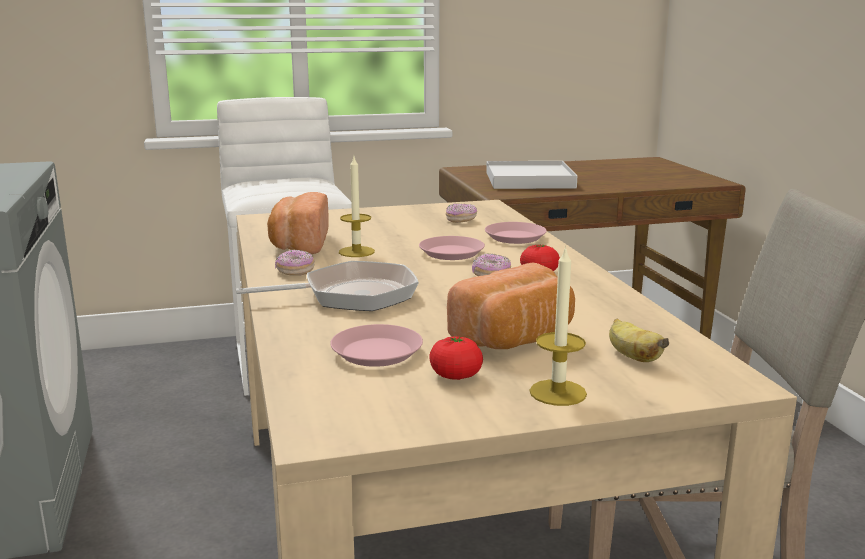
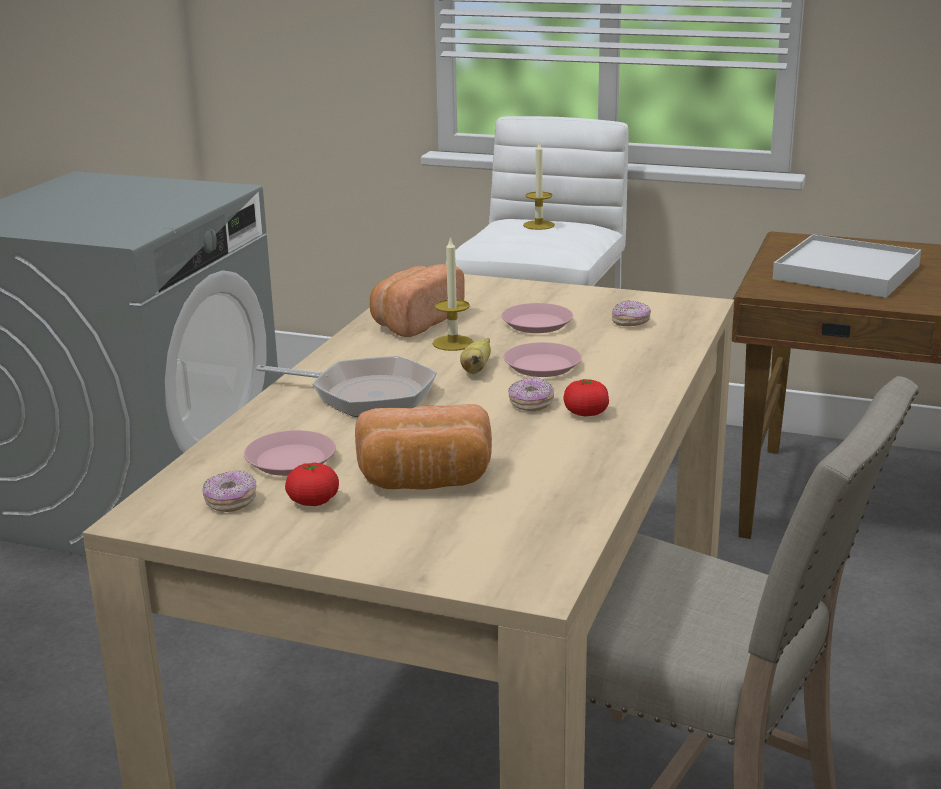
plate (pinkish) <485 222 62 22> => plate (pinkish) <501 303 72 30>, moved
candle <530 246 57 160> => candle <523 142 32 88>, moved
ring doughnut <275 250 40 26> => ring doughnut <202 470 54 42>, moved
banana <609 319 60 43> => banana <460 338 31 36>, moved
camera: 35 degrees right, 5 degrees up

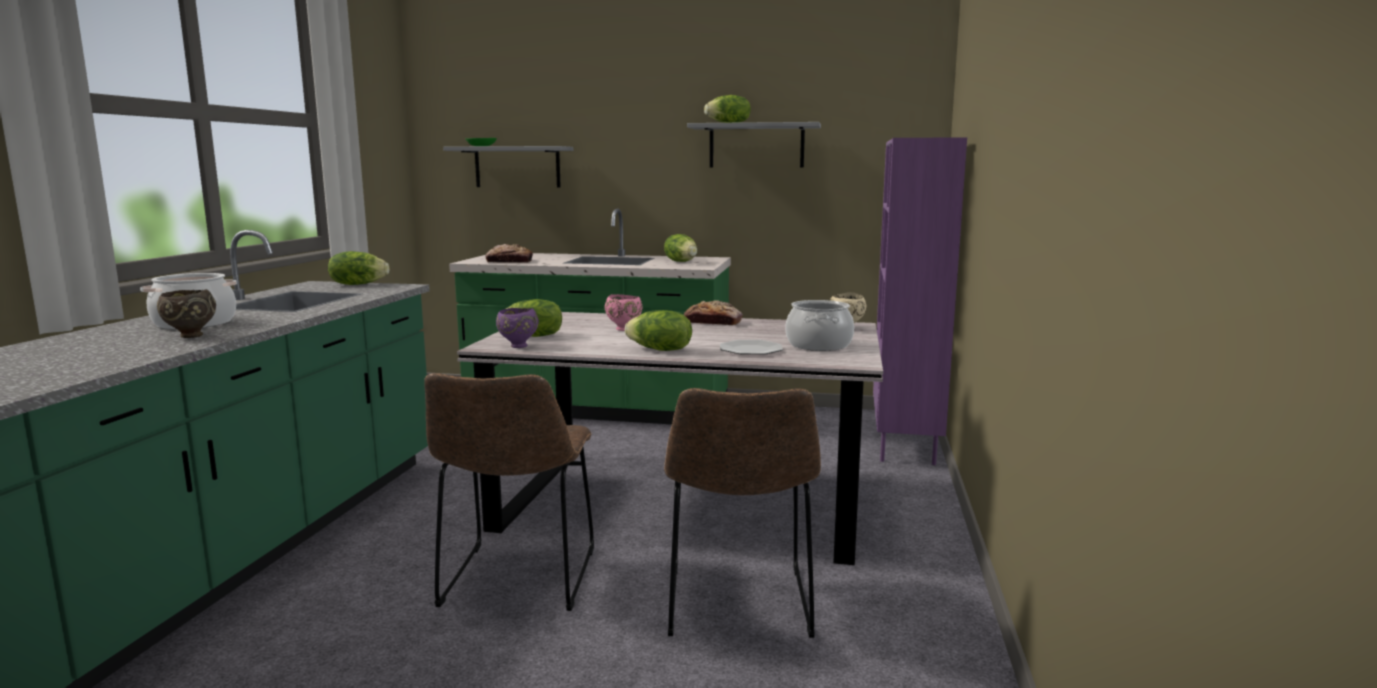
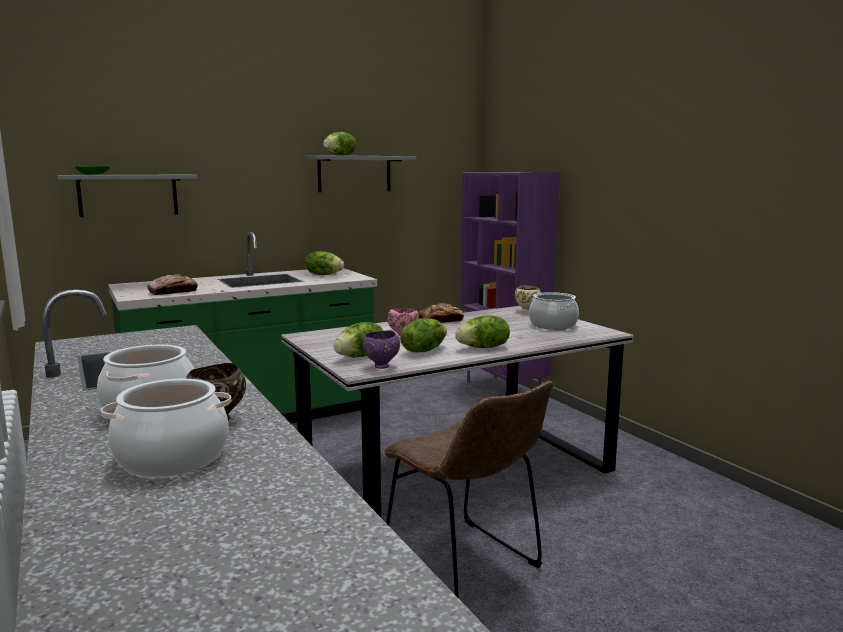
lettuce <328 251 62 34> => lettuce <400 318 47 35>, moved
plate <720 340 63 15> => nothing
plain chair (brown-coloured) <664 388 157 250> => nothing
nothing => stockpot <101 379 130 98>
camera: 40 degrees left, 0 degrees up

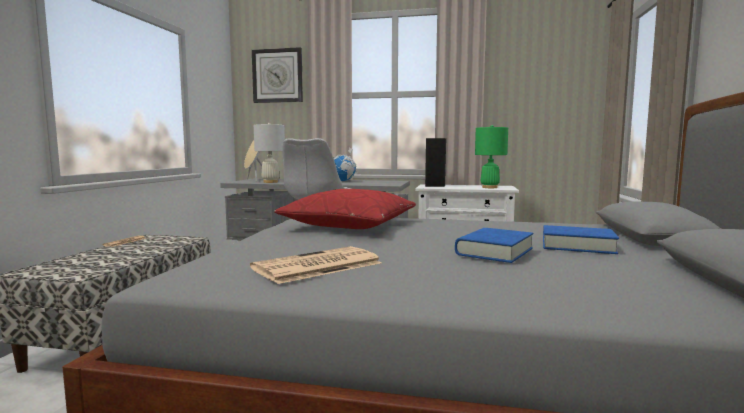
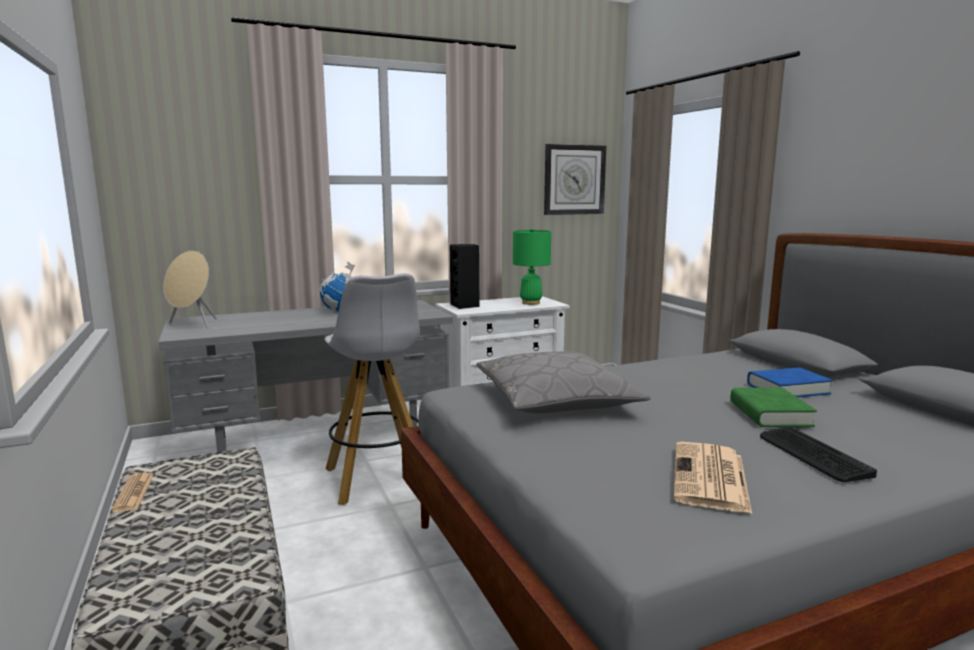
clock on the wall <252 47 51 56> => clock on the wall <544 144 62 71>, moved
lamp for a table (white) <254 123 31 60> => nothing
throw pillow (red) <274 189 142 40> => throw pillow (grey) <477 351 174 62>
bound book (blue) <455 228 78 35> => bound book (green) <730 388 87 39>
nothing => computer keyboard <760 427 117 55>
camera: 35 degrees left, 5 degrees up

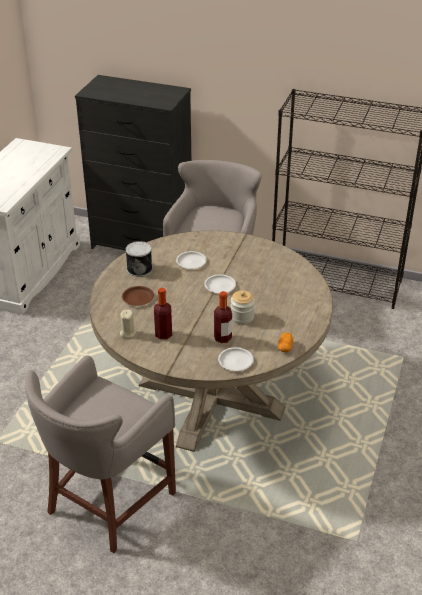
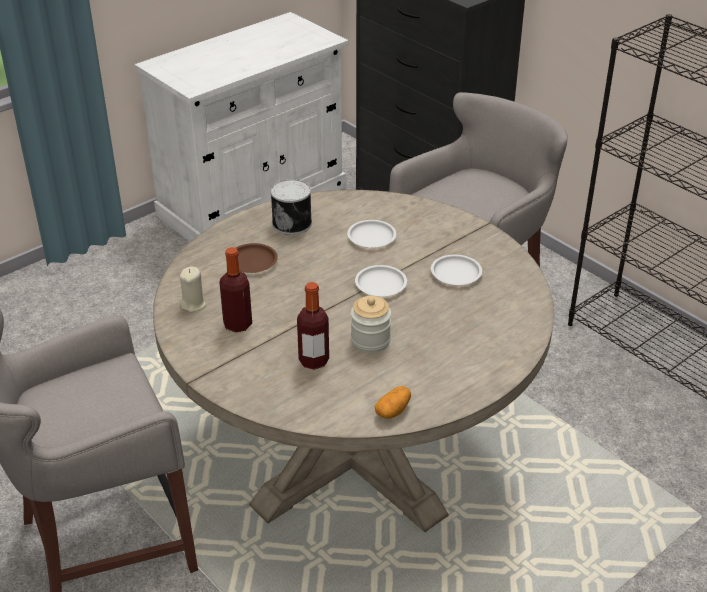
plate (white) <218 347 36 24> => plate (white) <431 255 51 30>, moved
camera: 30 degrees right, 0 degrees up

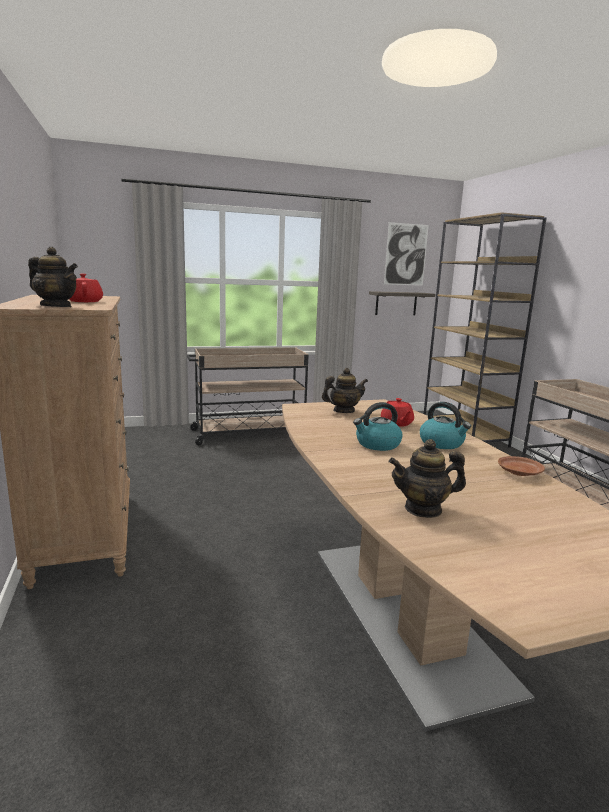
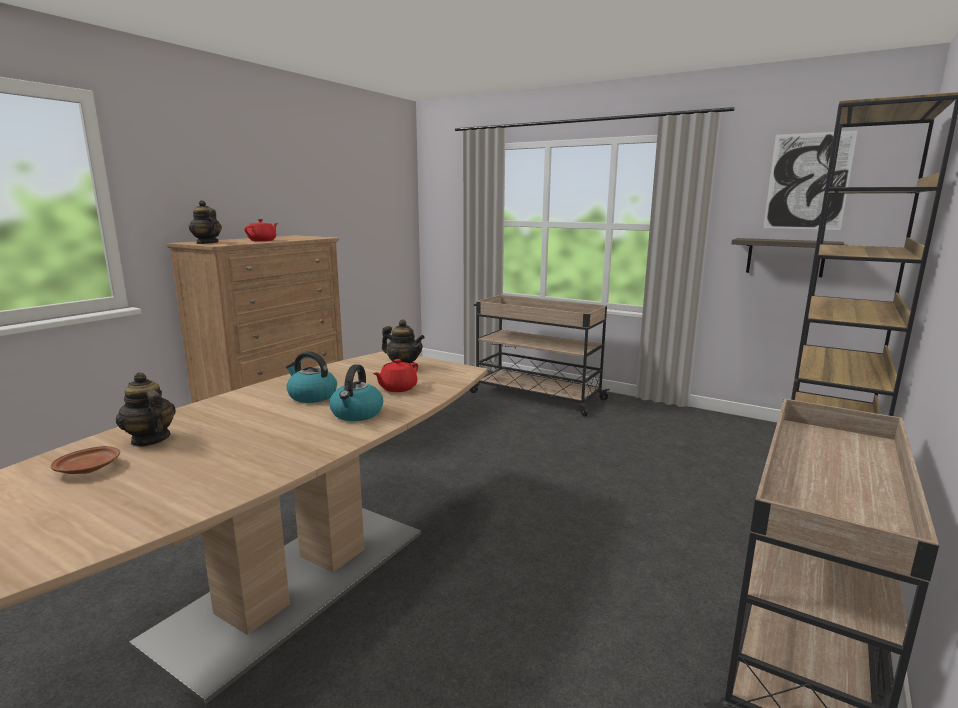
pot for tea <28 247 50 60> => pot for tea <189 200 33 44>, 150 degrees clockwise
plate (brown-coloured) <498 456 47 20> => plate (brown-coloured) <51 446 69 28>, moved
camera: 50 degrees right, 0 degrees up

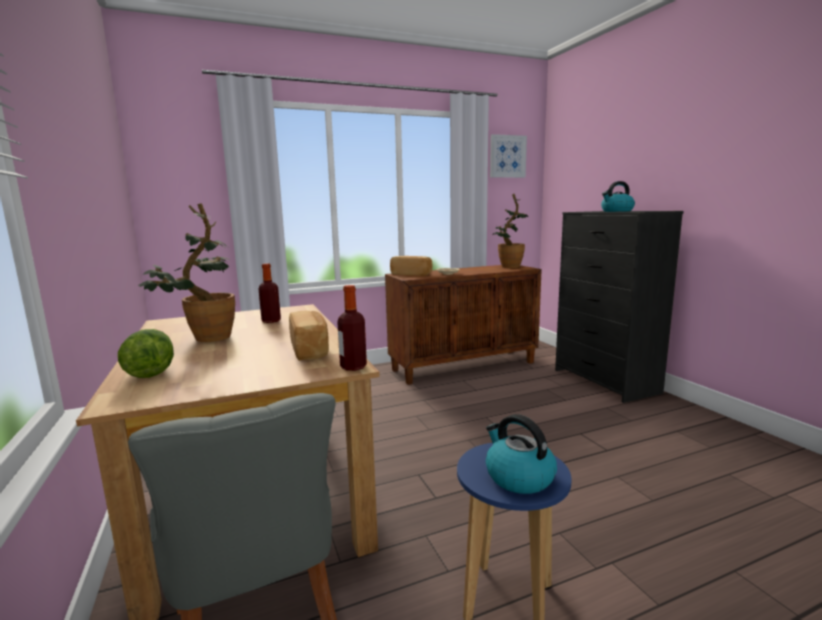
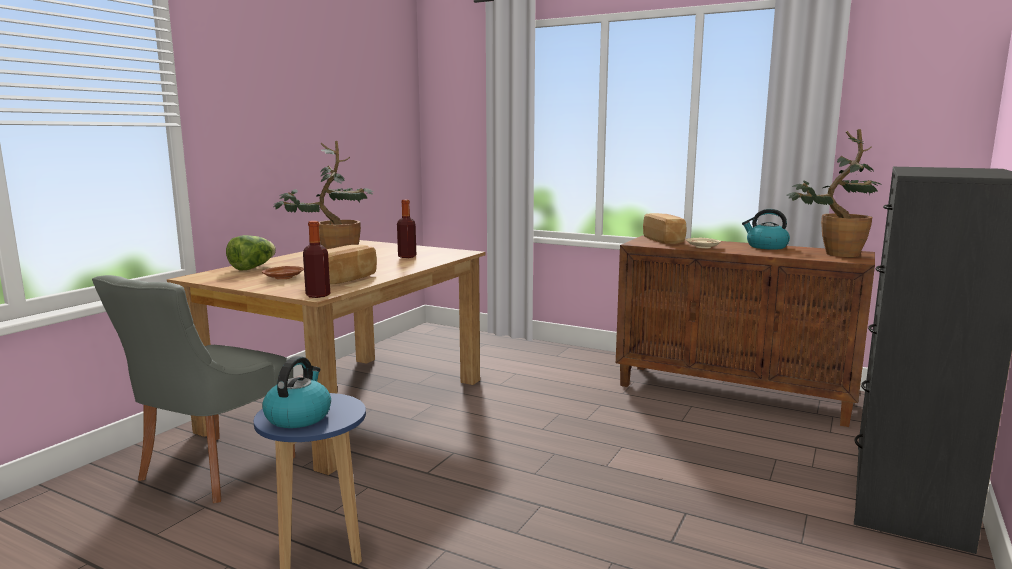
picture <490 134 37 44> => nothing
kettle <601 181 34 31> => kettle <742 209 48 41>, moved
nothing => plate (brown-coloured) <262 266 42 13>
camera: 50 degrees right, 0 degrees up

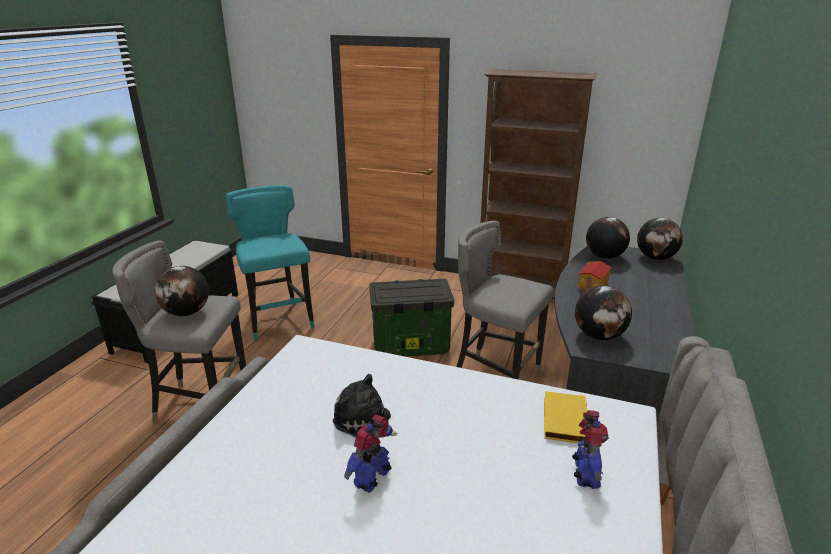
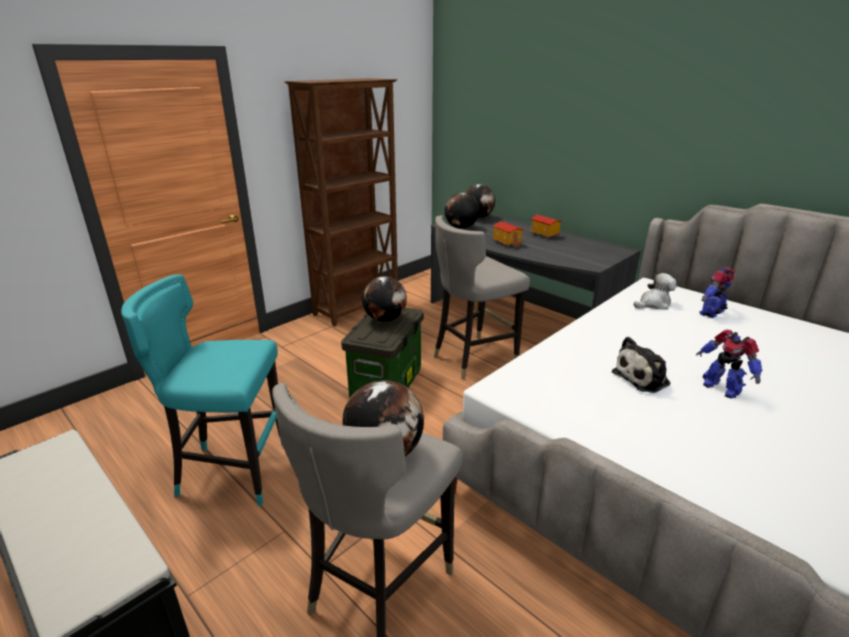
globe <575 285 57 55> => globe <362 276 45 46>, moved
bound book (yellowish) <544 391 43 52> => cuddly toy <634 273 43 37>
toy robot <572 410 37 79> => toy robot <699 267 36 51>, 75 degrees counterclockwise
nothing => miniature house <531 215 31 24>
camera: 65 degrees left, 0 degrees up

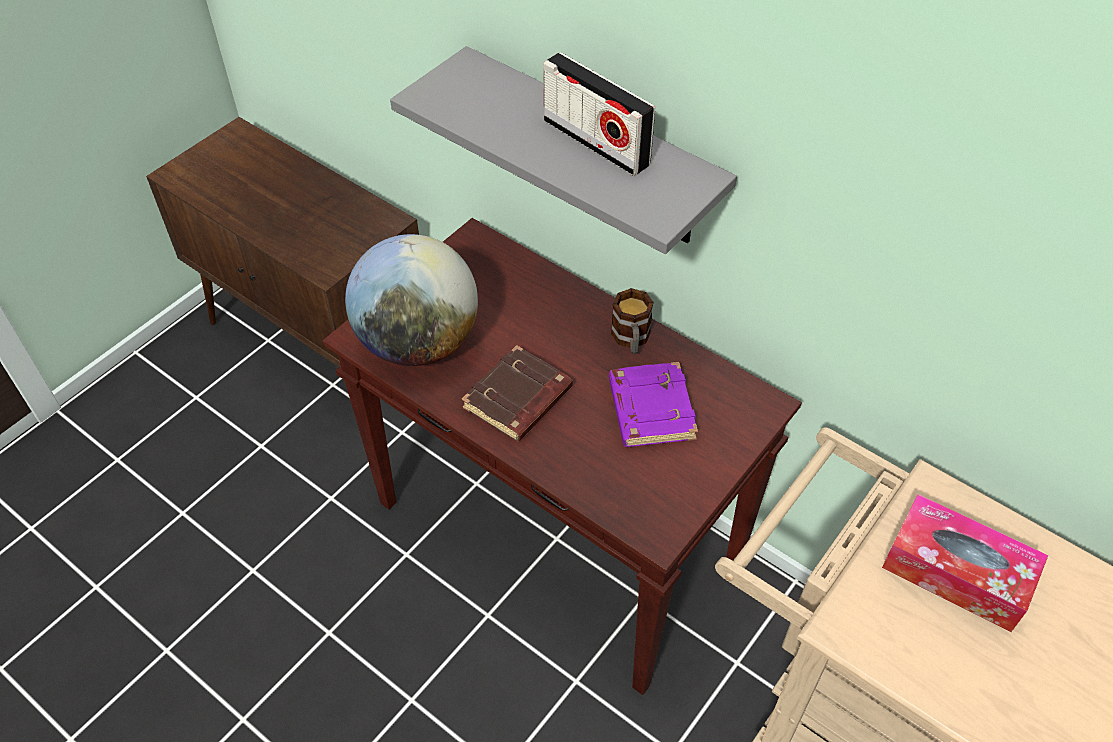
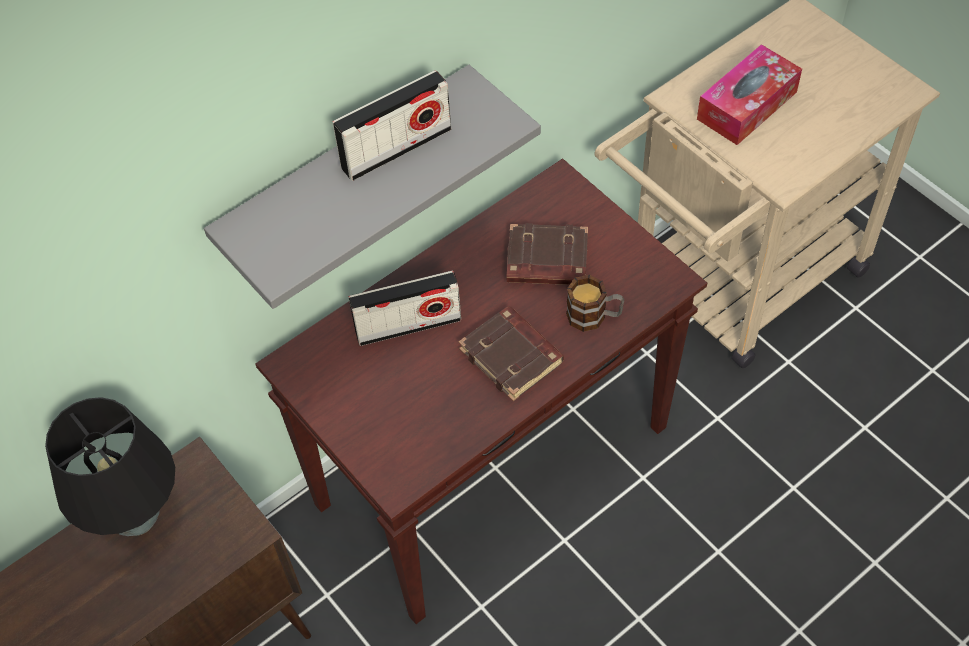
globe <345 234 133 132> => nothing
coffee mug <611 288 43 66> => coffee mug <566 275 58 57>, moved
bound book (purple) <609 362 89 85> => bound book (brown-coloured) <507 223 81 62>
nothing => radio set <349 271 112 75>
nothing => lamp for a table (black) <45 397 130 139>
camera: 75 degrees left, 5 degrees up

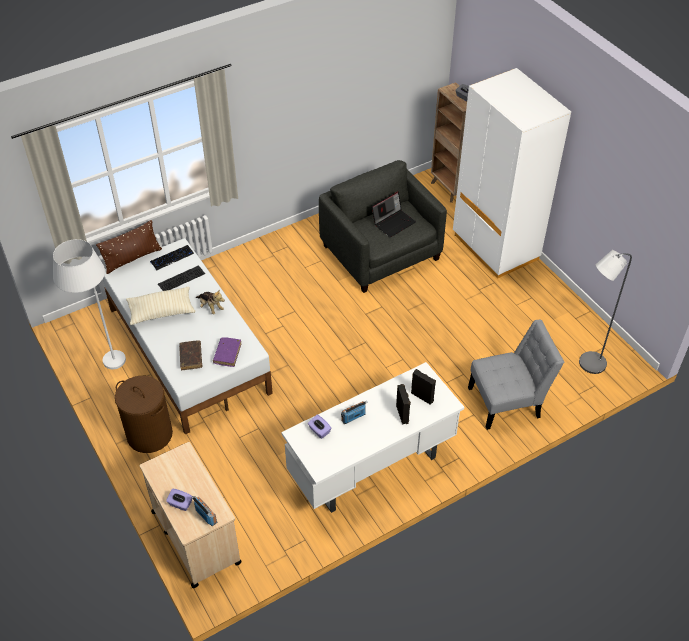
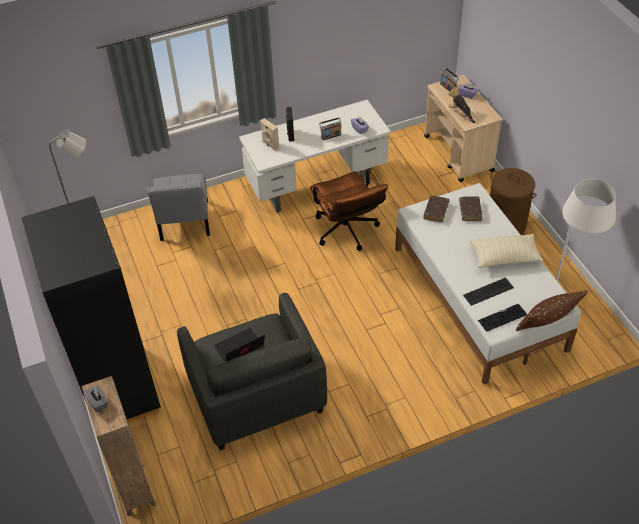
armoire (white) <453 68 118 211> => armoire (black) <21 196 140 226>
cuddly toy <196 289 29 25> => cuddly toy <448 86 28 37>, moved
plain chair (grey) <468 320 96 110> => plain chair (grey) <147 174 63 67>, 90 degrees counterclockwise
bound book (purple) <213 337 28 30> => bound book (brown-coloured) <423 195 27 27>
speaker (black) <411 369 25 36> => speaker (beige) <260 118 19 33>
nothing => office chair (brown-coloured) <310 169 78 82>
camera: 170 degrees left, 0 degrees up

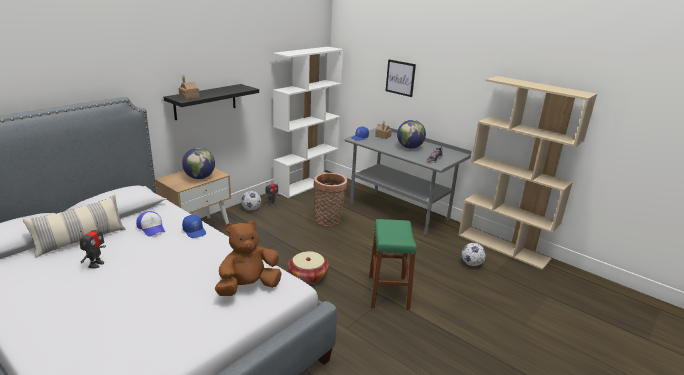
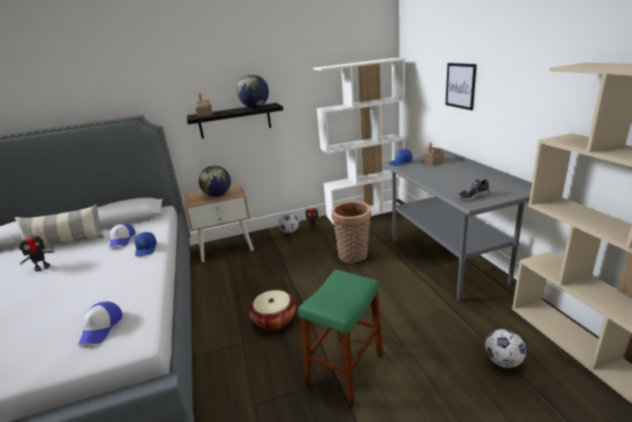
globe <397 120 29 29> => globe <237 75 32 33>, moved
cuddly toy (brown-coloured) <215 220 67 76> => cap <78 302 45 43>
camera: 35 degrees right, 0 degrees up

